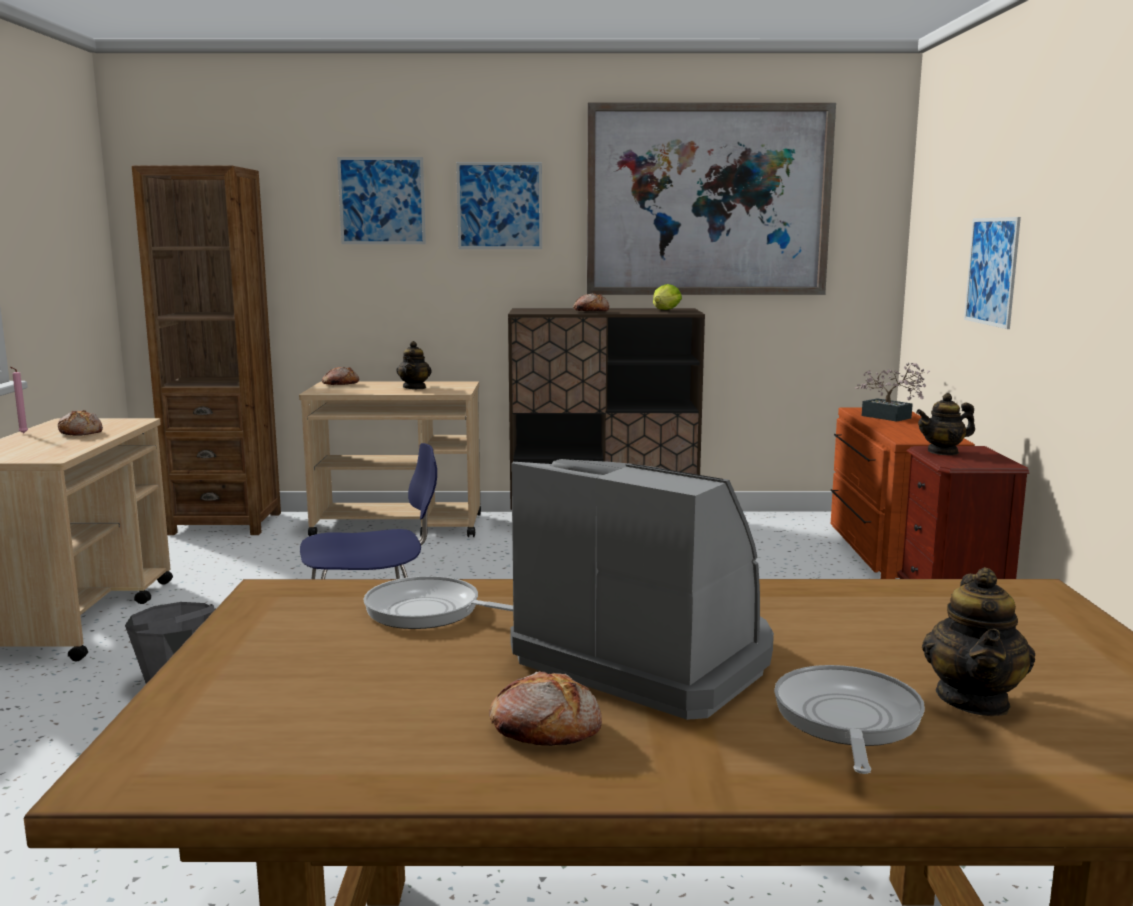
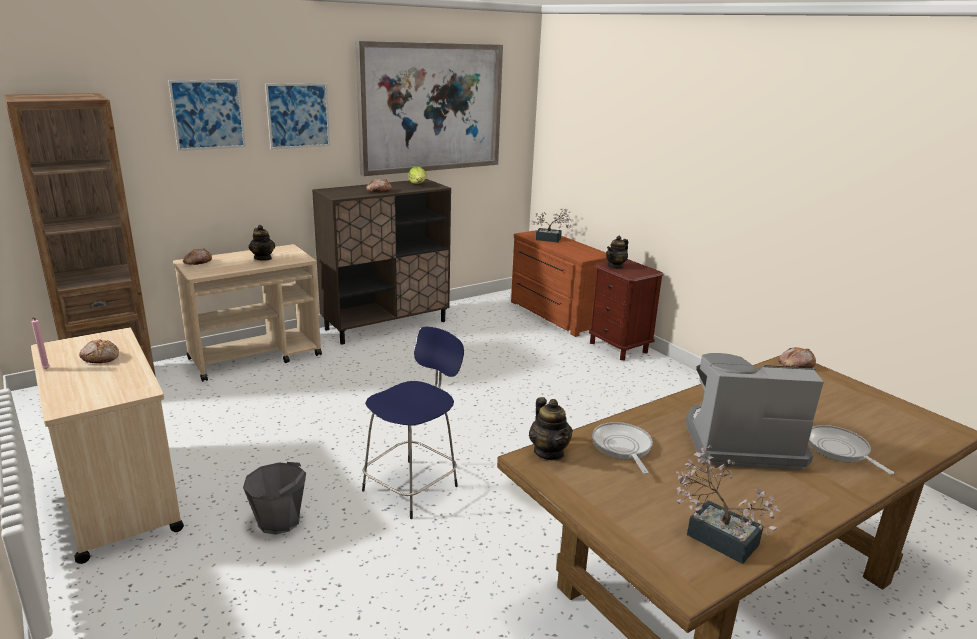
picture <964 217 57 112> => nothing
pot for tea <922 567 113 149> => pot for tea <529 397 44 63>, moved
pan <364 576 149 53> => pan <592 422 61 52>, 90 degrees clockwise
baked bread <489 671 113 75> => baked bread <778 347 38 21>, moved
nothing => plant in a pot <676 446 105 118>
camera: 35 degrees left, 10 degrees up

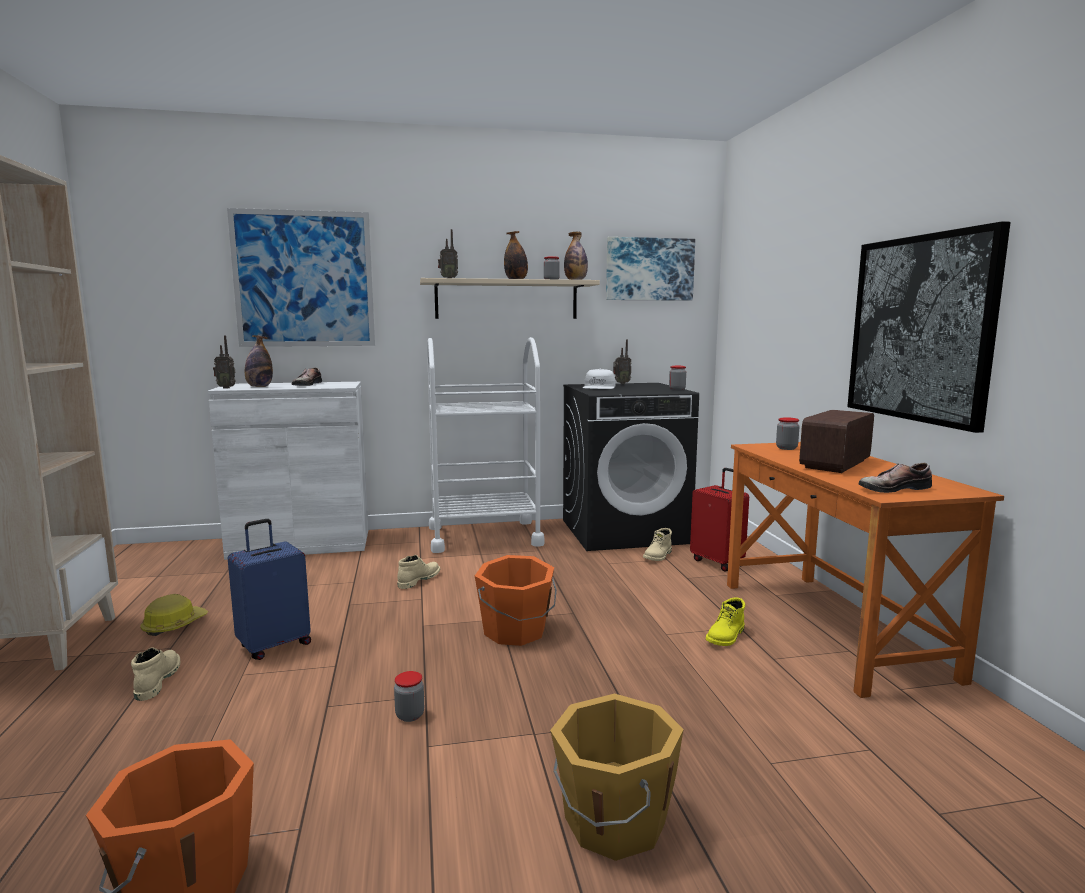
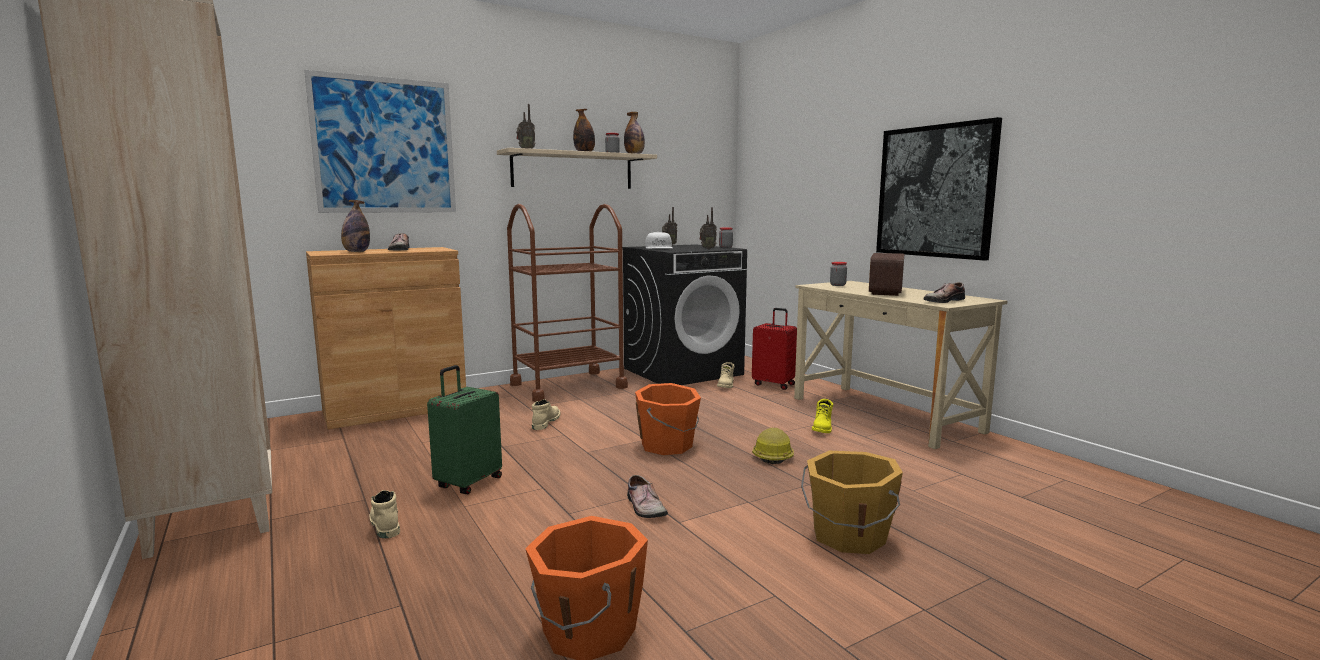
picture <606 237 89 64> => nothing
radio set <213 335 23 54> => radio set <700 207 17 42>, moved
wheeled cart (white) <427 337 117 216> => wheeled cart (brown-coloured) <507 204 121 198>
storage cabinet (white) <208 382 160 178> => storage cabinet (brown-coloured) <306 247 160 183>
desk table (orangey) <727 442 277 256> => desk table (beige) <794 281 213 168>
piece of luggage (blue) <228 519 83 141> => piece of luggage (green) <427 365 75 129>
work helmet <141 594 67 42> => work helmet <752 427 42 37>, moved
jar <394 671 30 51> => shoe <627 475 41 43>
camera: 20 degrees left, 0 degrees up

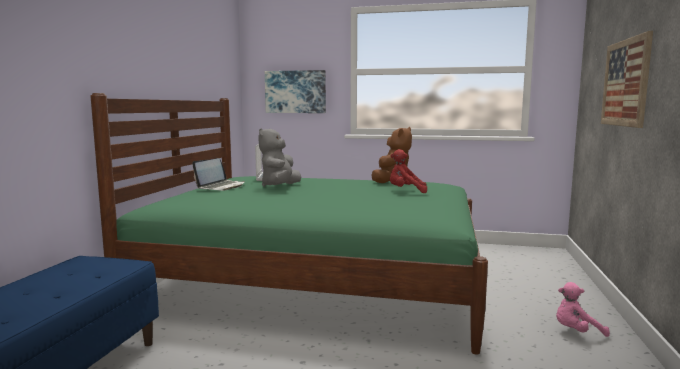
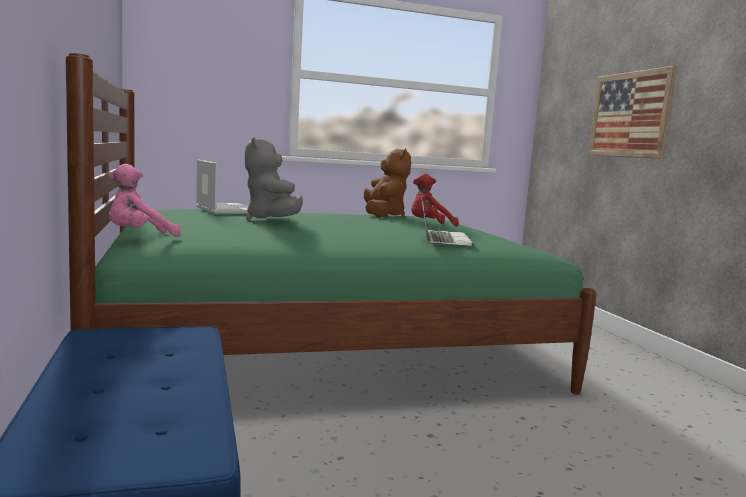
picture <265 70 61 43> => nothing
laptop <192 158 53 33> => laptop <421 197 53 49>, moved
cuddly toy (pinkish) <556 282 54 55> => cuddly toy (pinkish) <108 164 73 73>, moved
camera: 30 degrees left, 0 degrees up

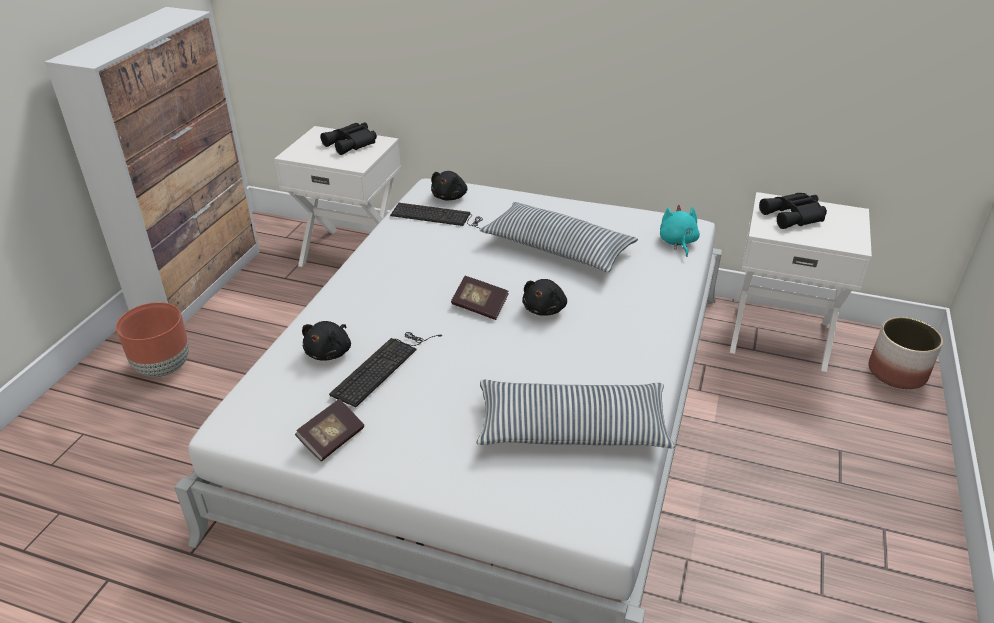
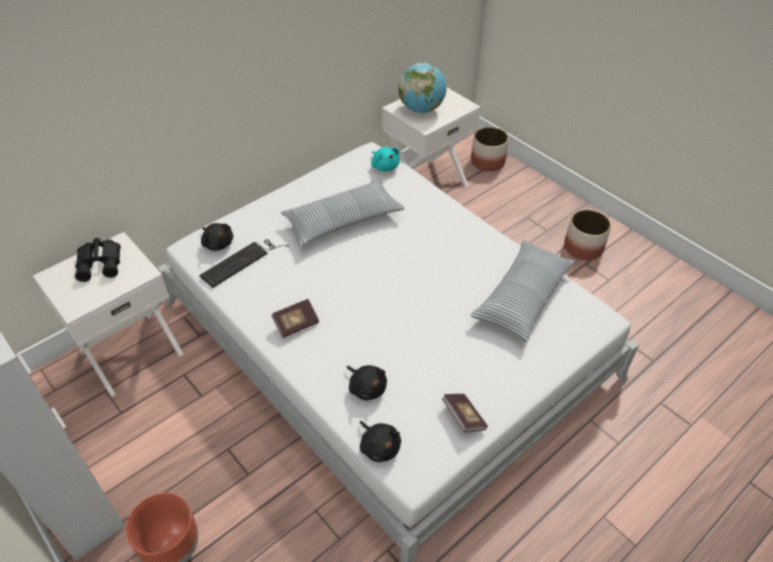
pair of binoculars (black) <759 193 68 36> => globe <398 63 49 50>
cuddly toy (turquoise) <660 205 40 52> => cuddly toy (turquoise) <371 147 29 25>, 150 degrees counterclockwise
bound book <451 276 58 44> => bound book <271 299 48 39>, moved
cuddly toy (black) <522 279 45 37> => cuddly toy (black) <360 421 41 41>, moved
computer keyboard <329 332 113 75> => nothing
nothing => plant pot <564 209 47 51>
camera: 60 degrees left, 10 degrees up

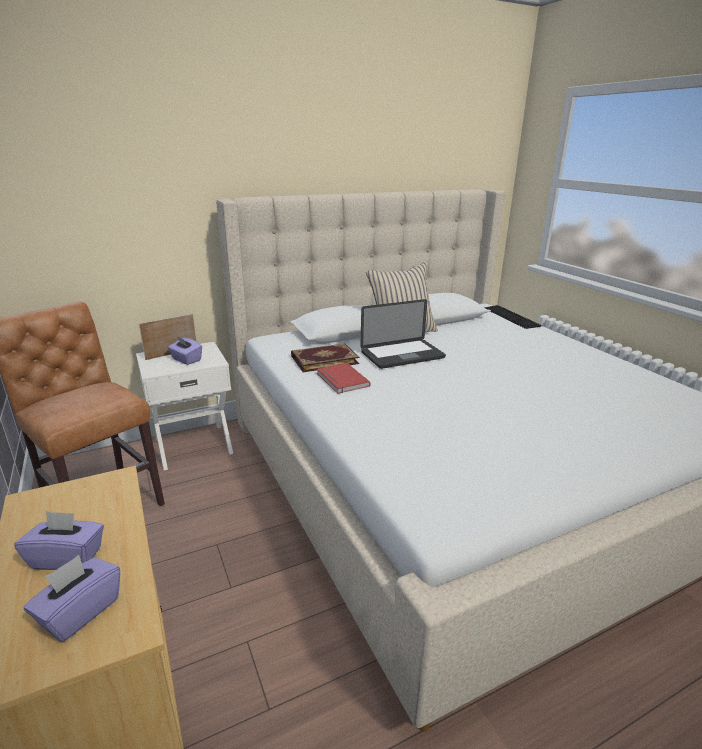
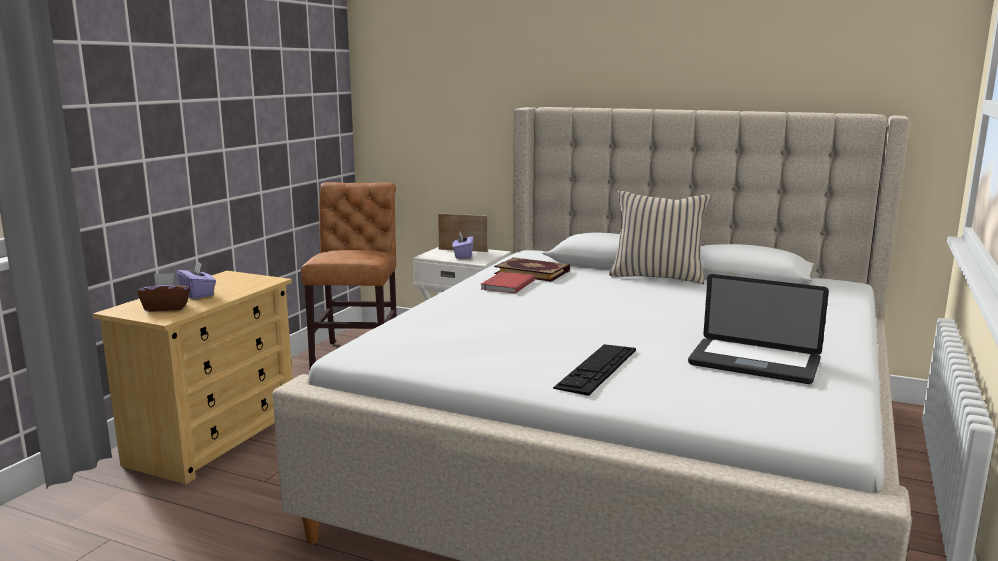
laptop <360 299 86 70> => laptop <688 274 141 110>, moved
computer keyboard <484 305 57 24> => computer keyboard <553 344 83 52>, moved
box of tissues (purple) <23 555 97 87> => box of tissues (brown-coloured) <137 273 53 38>
camera: 50 degrees right, 10 degrees down

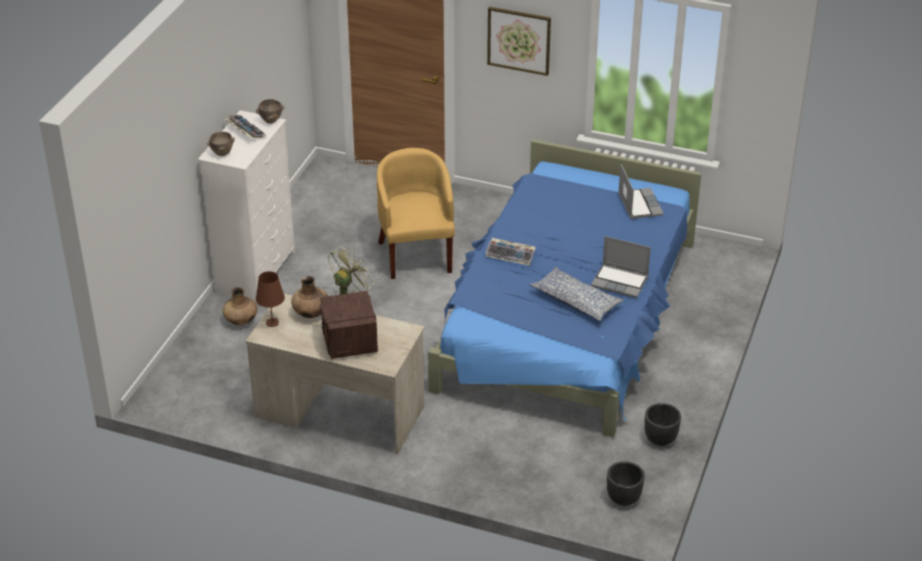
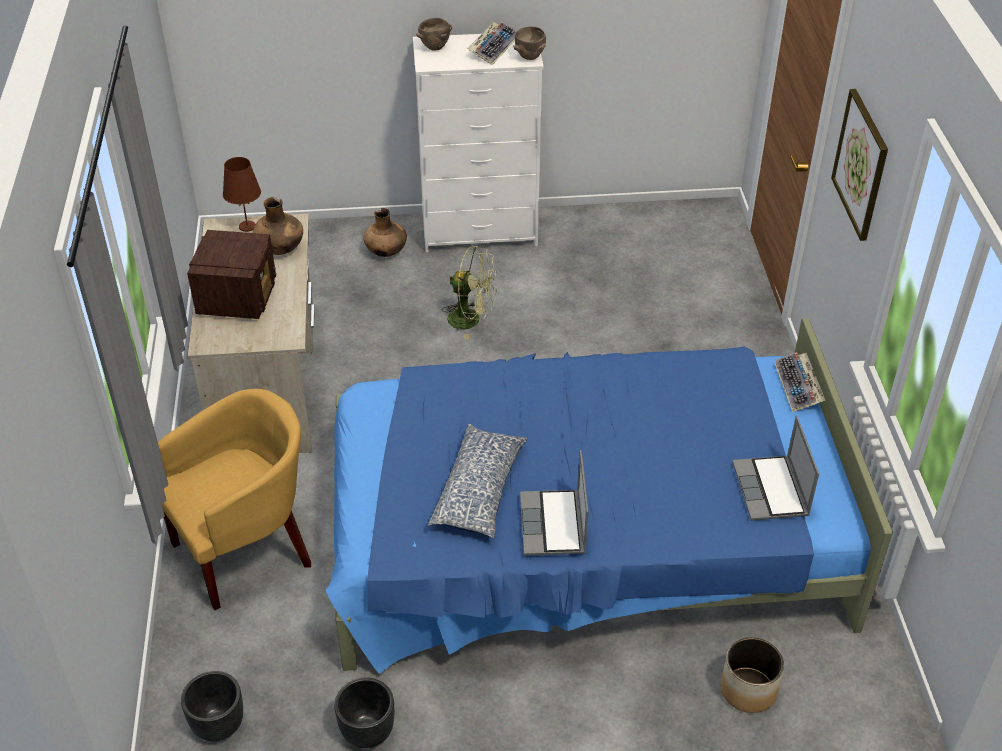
easy chair (yellowish) <377 148 78 131> => easy chair (yellowish) <158 389 153 221>, moved
laptop <618 164 46 55> => laptop <732 416 87 105>, 120 degrees clockwise
computer keyboard <485 238 51 27> => computer keyboard <775 352 51 60>, moved
radio set <320 291 58 68> => radio set <187 230 89 89>, 135 degrees clockwise
nothing => plant pot <721 637 63 76>
camera: 65 degrees right, 5 degrees up

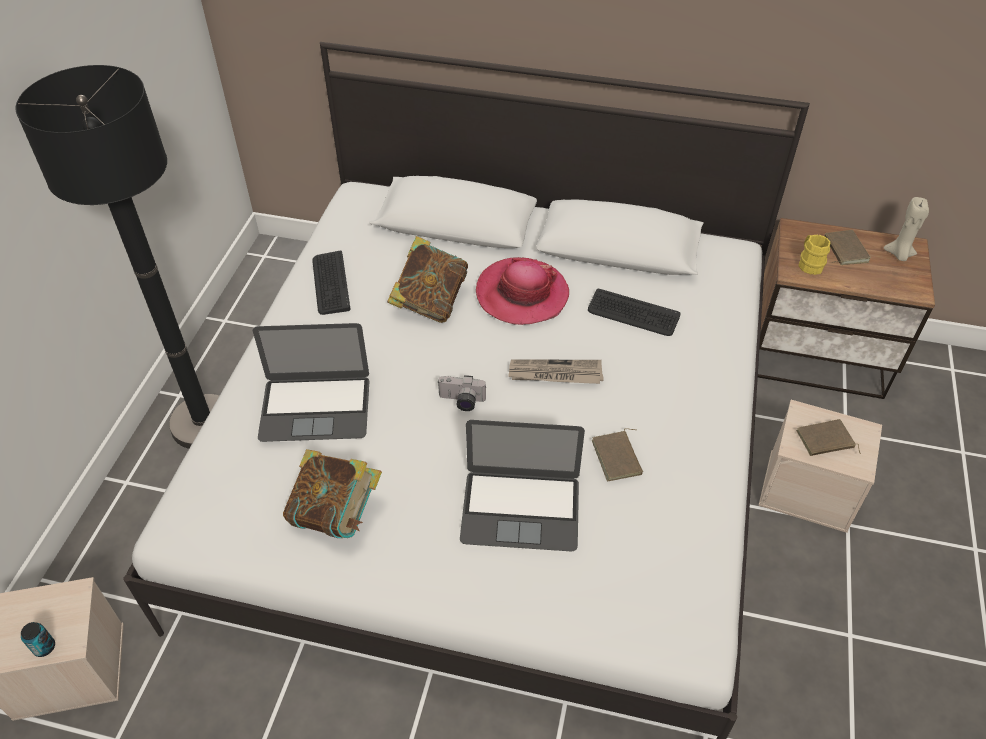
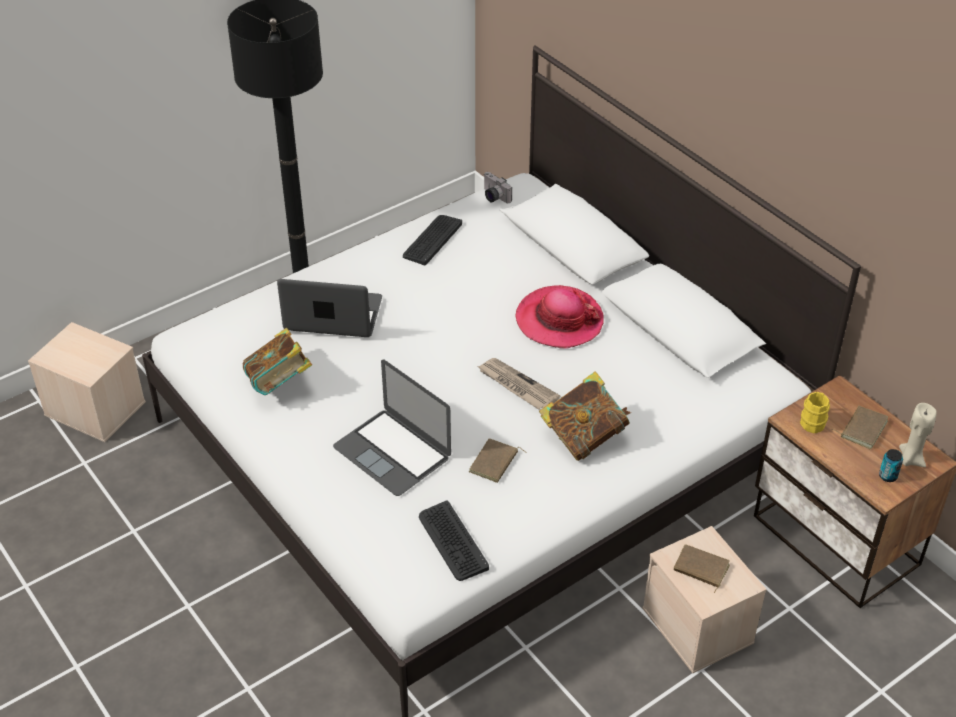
bound book <387 236 81 87> => bound book <539 371 92 90>, moved
computer keyboard <588 289 93 47> => computer keyboard <419 501 70 80>, moved
laptop <253 323 116 119> => laptop <277 279 105 58>, 150 degrees clockwise
photo camera <437 375 49 36> => photo camera <484 172 28 31>, moved
can <21 622 34 35> => can <879 449 24 33>, moved
camera: 40 degrees right, 5 degrees down

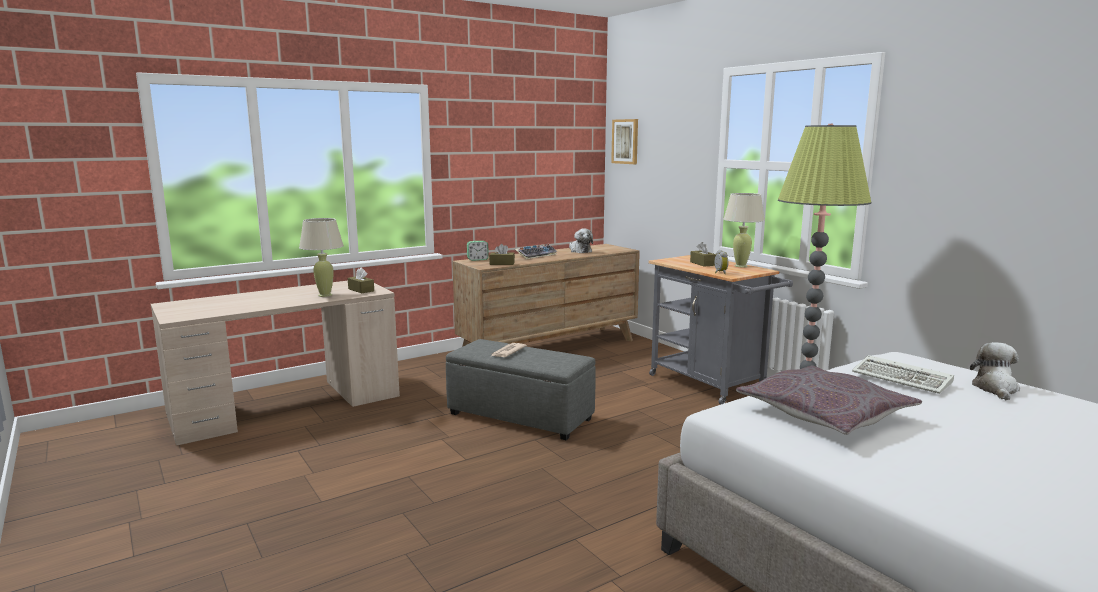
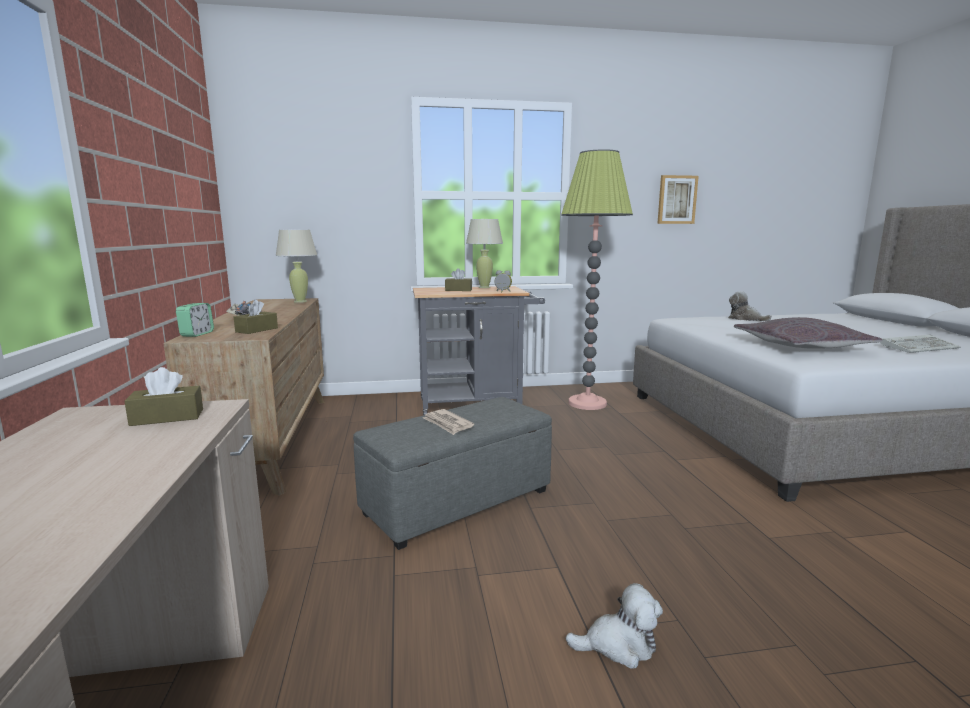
picture <611 119 27 45> => picture <657 175 42 49>, moved
lamp for a table (beige) <299 218 45 79> => lamp for a table (beige) <276 229 41 74>, moved
cuddly toy <569 229 24 24> => cuddly toy <566 583 97 86>, moved
computer keyboard <852 355 102 39> => computer keyboard <880 335 80 18>, moved
camera: 65 degrees left, 0 degrees up

